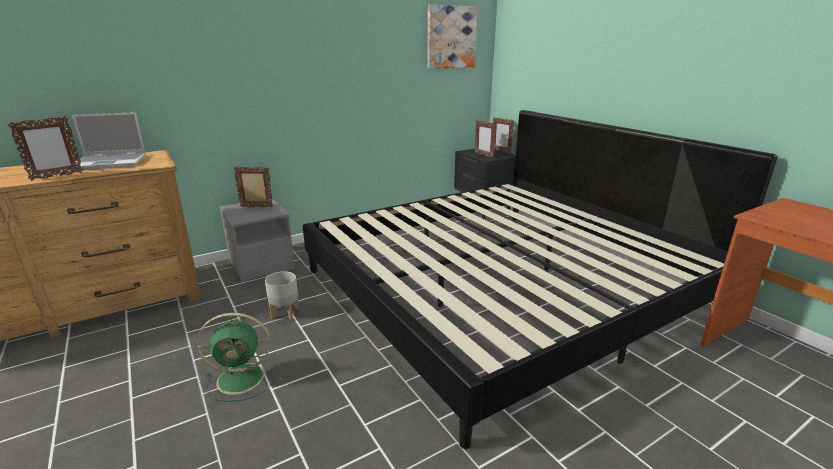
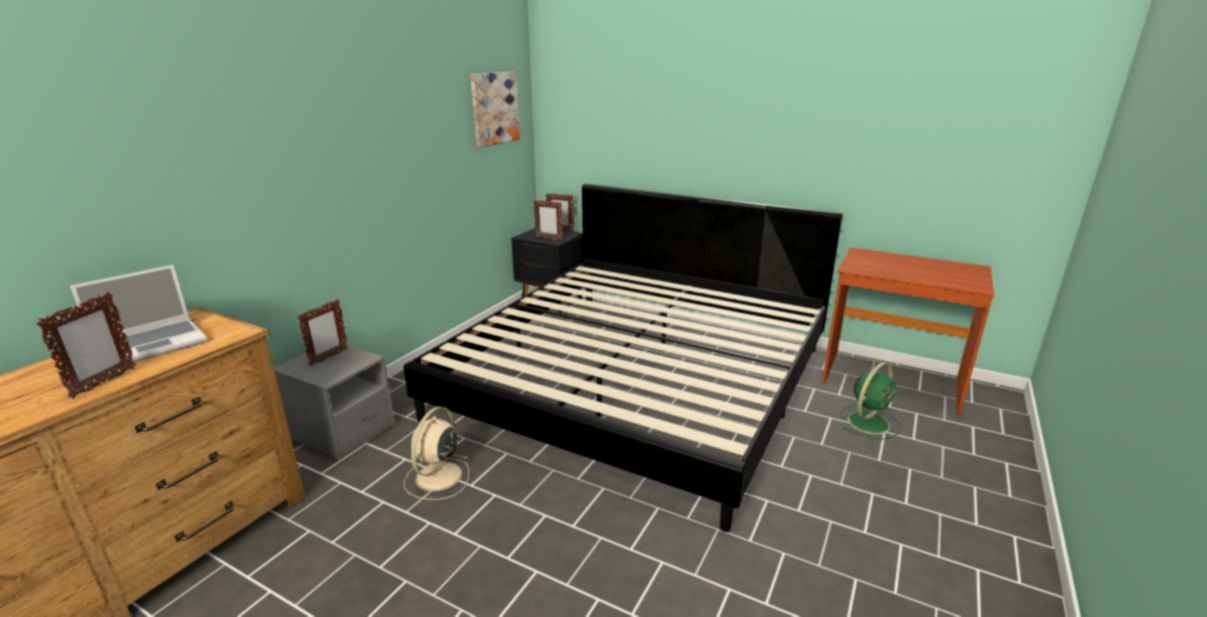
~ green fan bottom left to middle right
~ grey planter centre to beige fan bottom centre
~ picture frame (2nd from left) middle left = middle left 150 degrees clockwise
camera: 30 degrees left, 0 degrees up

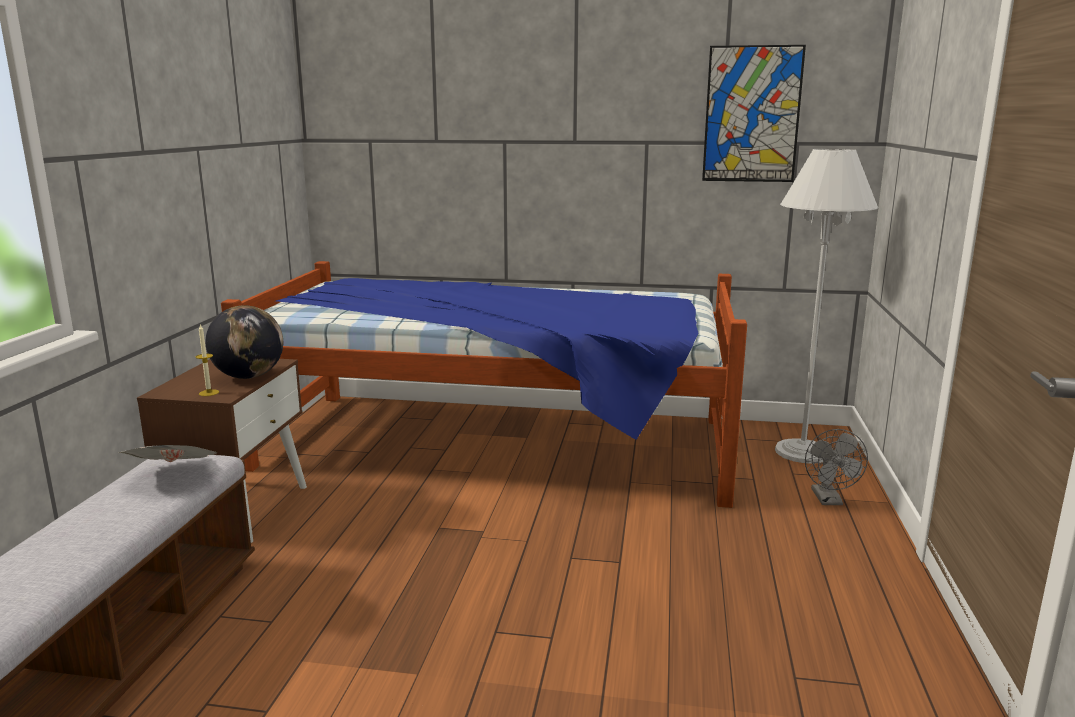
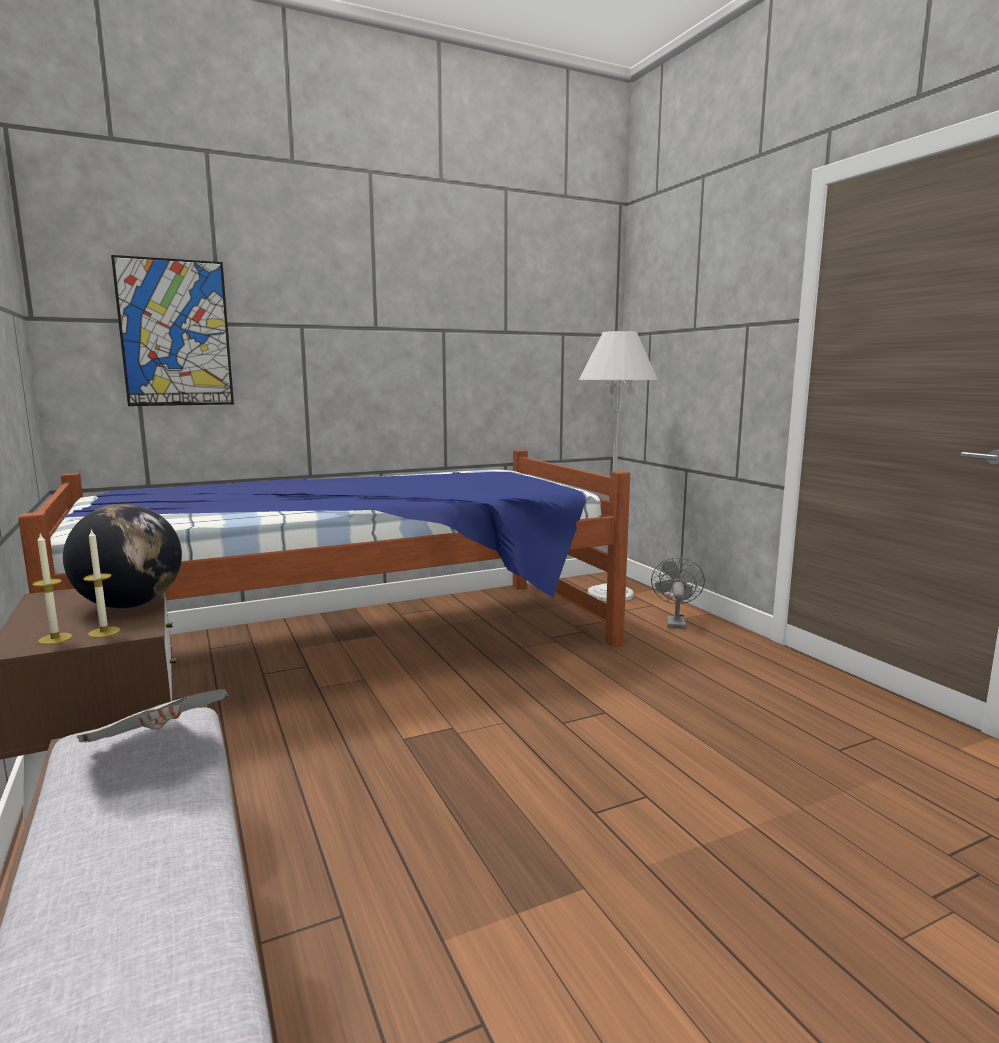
+ candle (1st from left) middle left
~ picture top right to top left
~ grey fan middle right = middle right 135 degrees counterclockwise
camera: 35 degrees left, 5 degrees down

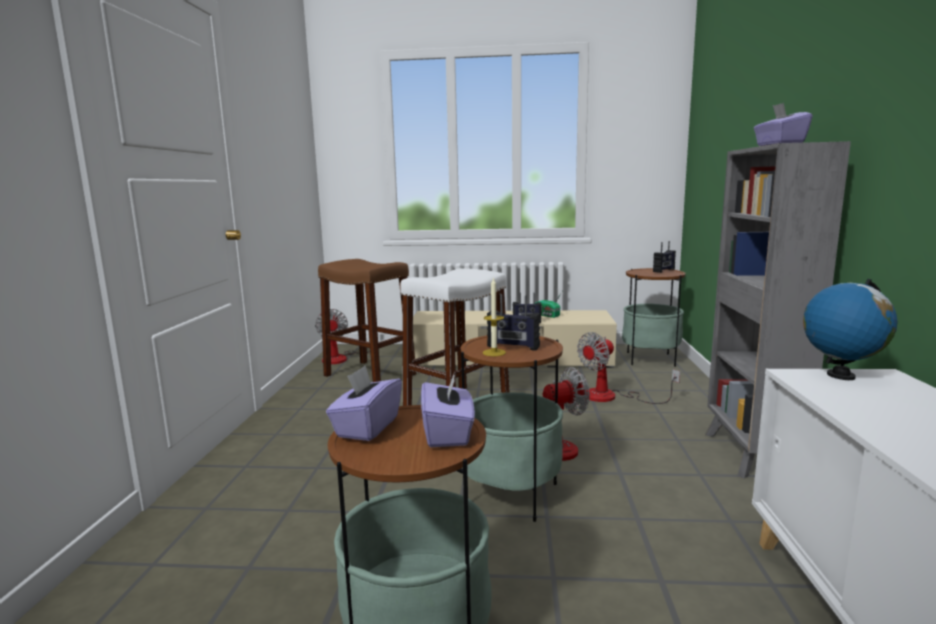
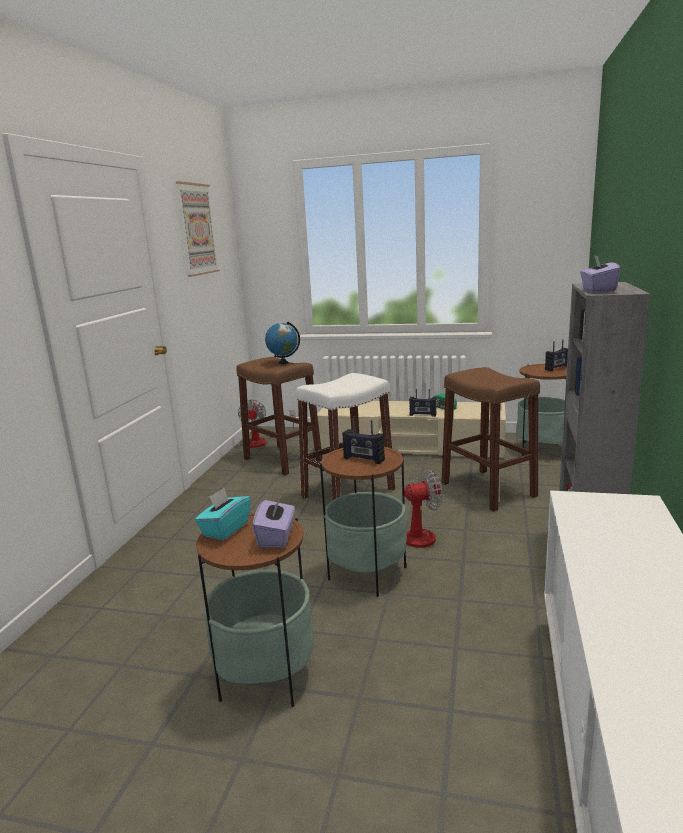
- candle centre
+ picture top left
~ globe middle right to centre
~ fan (3rd from left) middle right to brown stool (2nd from left) middle right
~ purple tissue box (1st from left) centre to turquoise tissue box middle left
camera: 10 degrees right, 5 degrees up

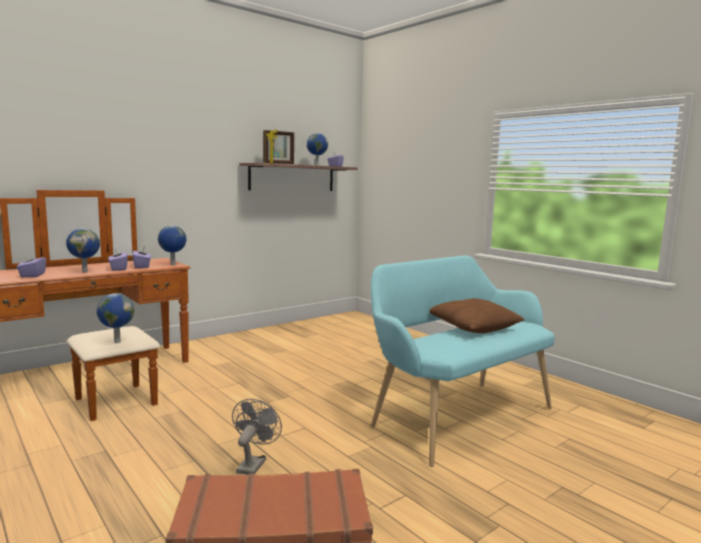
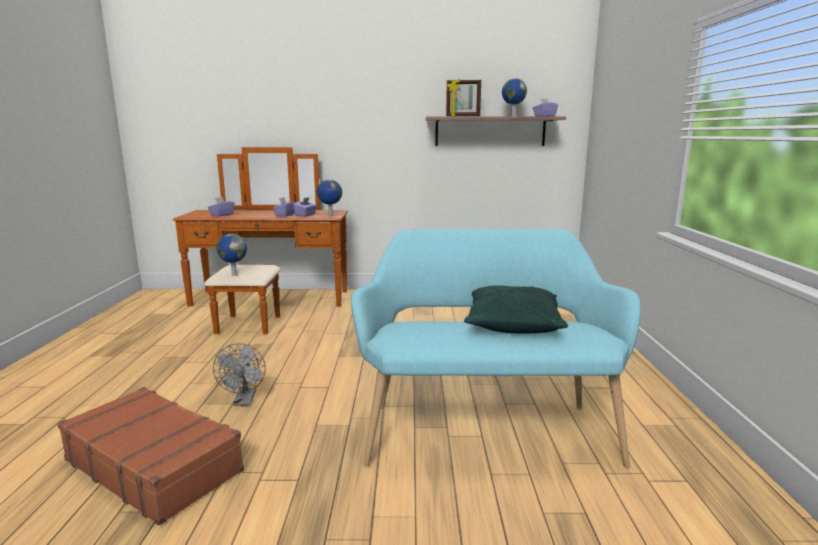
- globe (1st from left) middle left
~ brown pillow middle right to green pillow centre
~ grey fan bottom centre = bottom left 120 degrees clockwise
camera: 40 degrees right, 5 degrees up

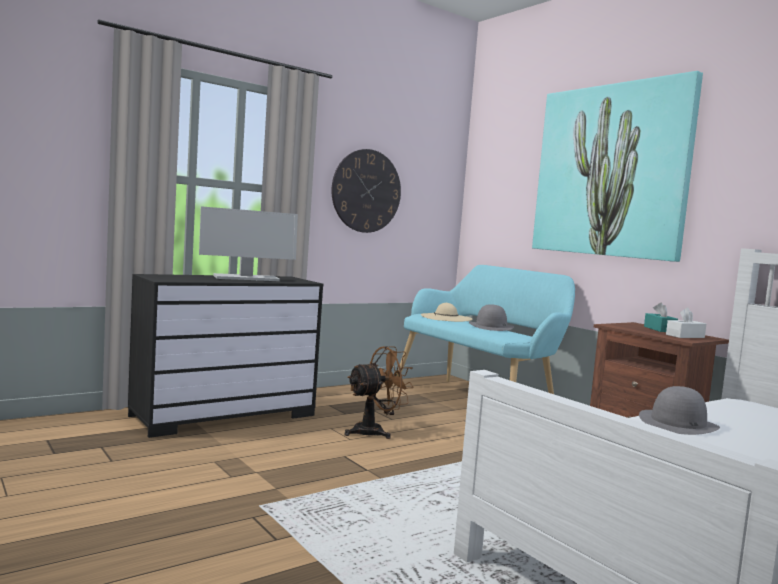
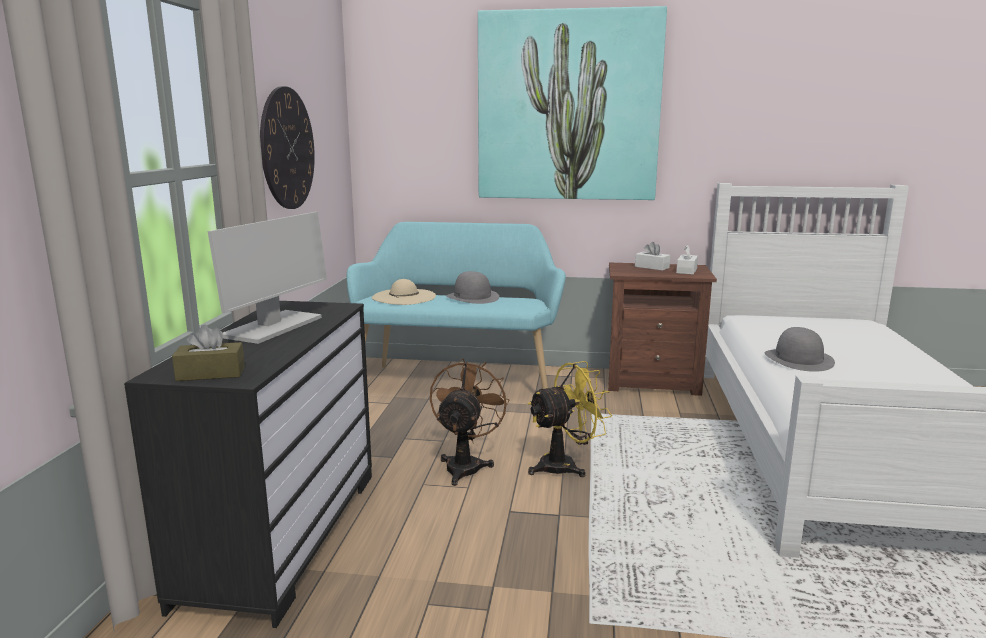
+ brown tissue box middle left
+ yellow fan centre
~ turquoise tissue box middle right to white tissue box (1st from left) centre
camera: 45 degrees left, 10 degrees up

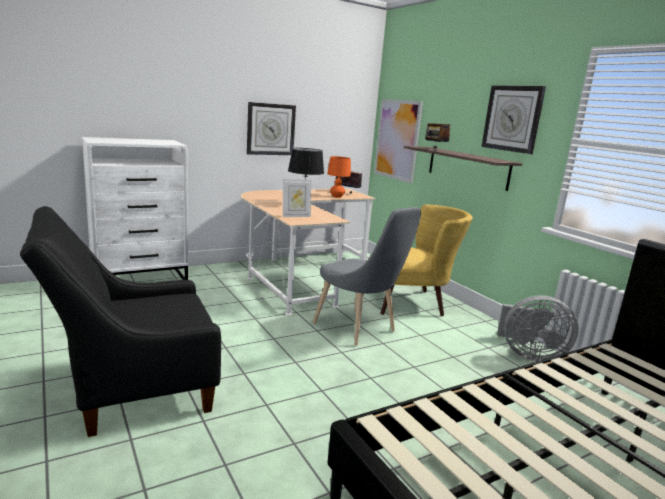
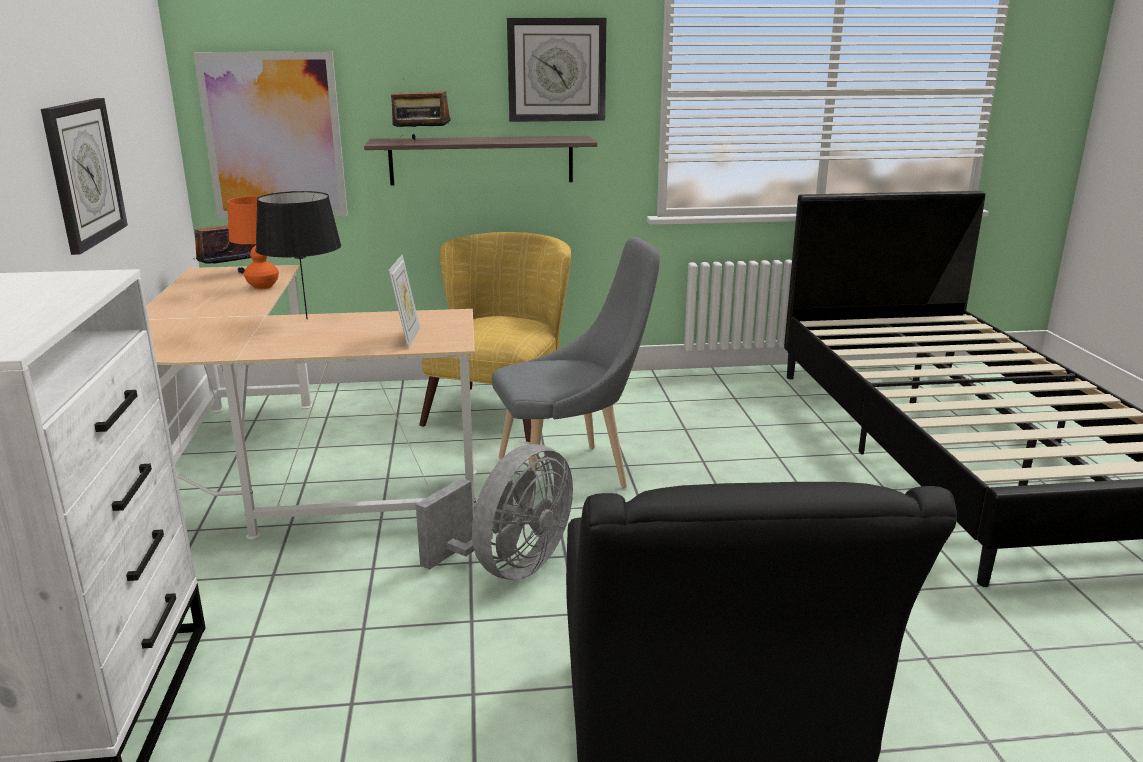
~ grey fan middle right to bottom centre
camera: 65 degrees left, 5 degrees up

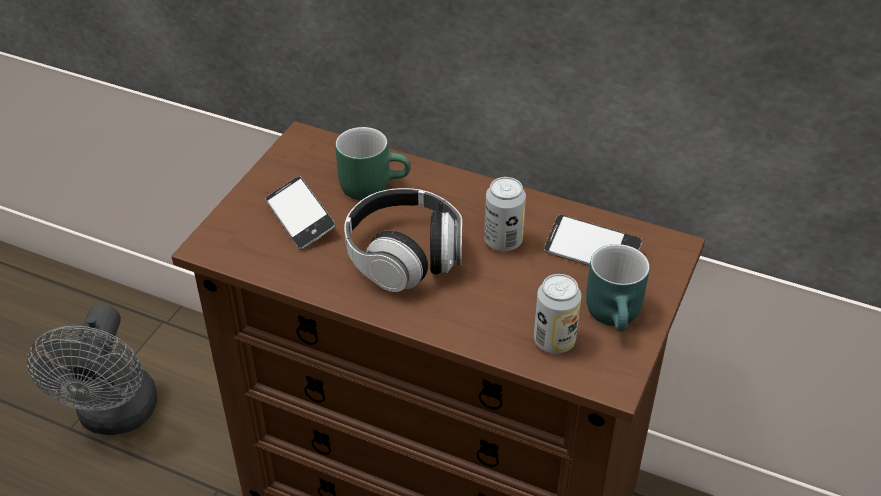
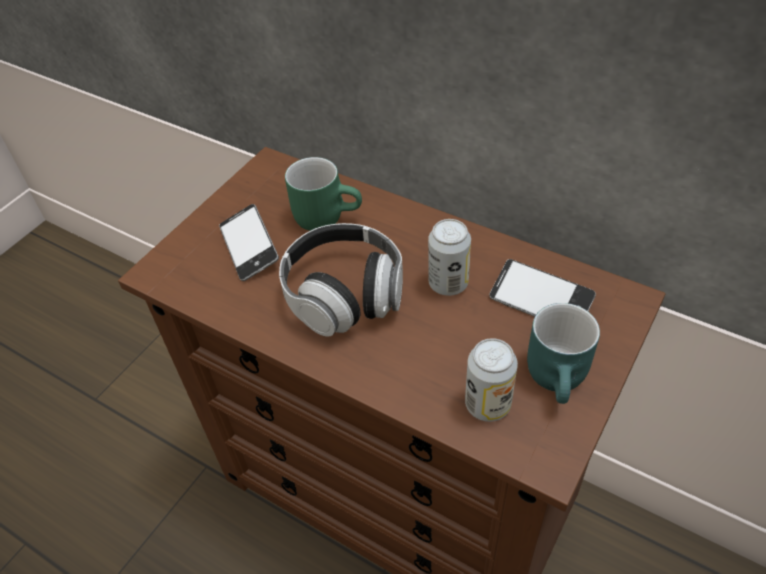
- grey fan bottom left
camera: 10 degrees right, 5 degrees up

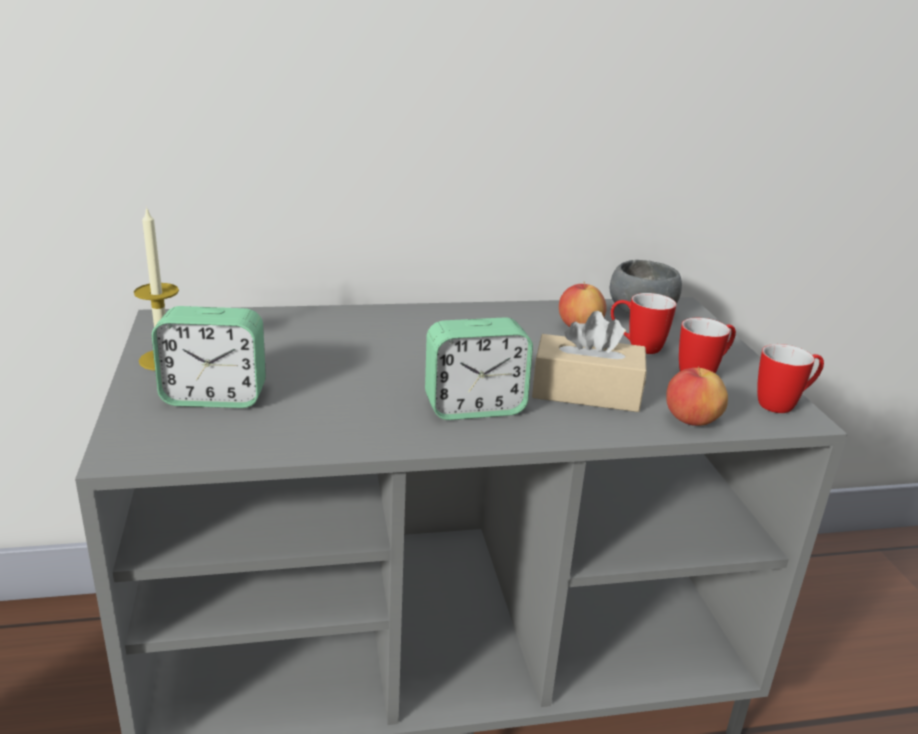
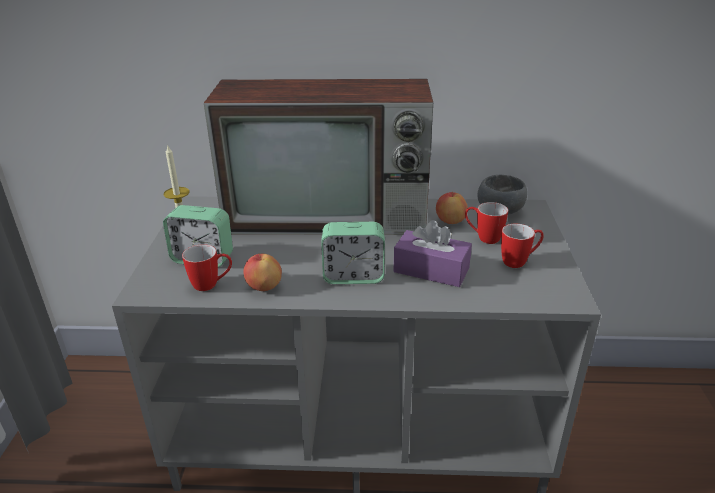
+ television top centre
~ apple (2nd from left in the first image) middle right to apple (1st from left) centre
~ mug (3rd from left in the first image) middle right to mug (1st from left) middle left
~ beige tissue box centre to purple tissue box centre
camera: 15 degrees right, 5 degrees up

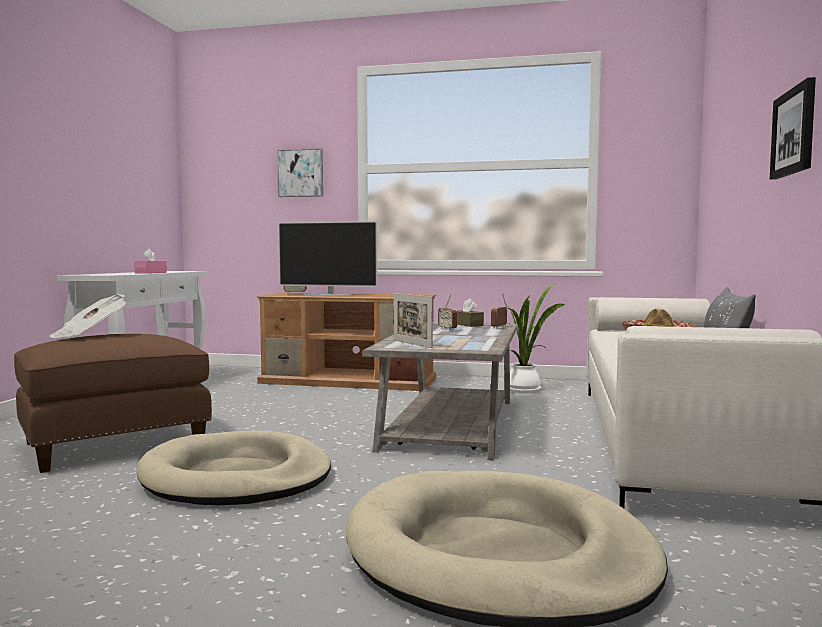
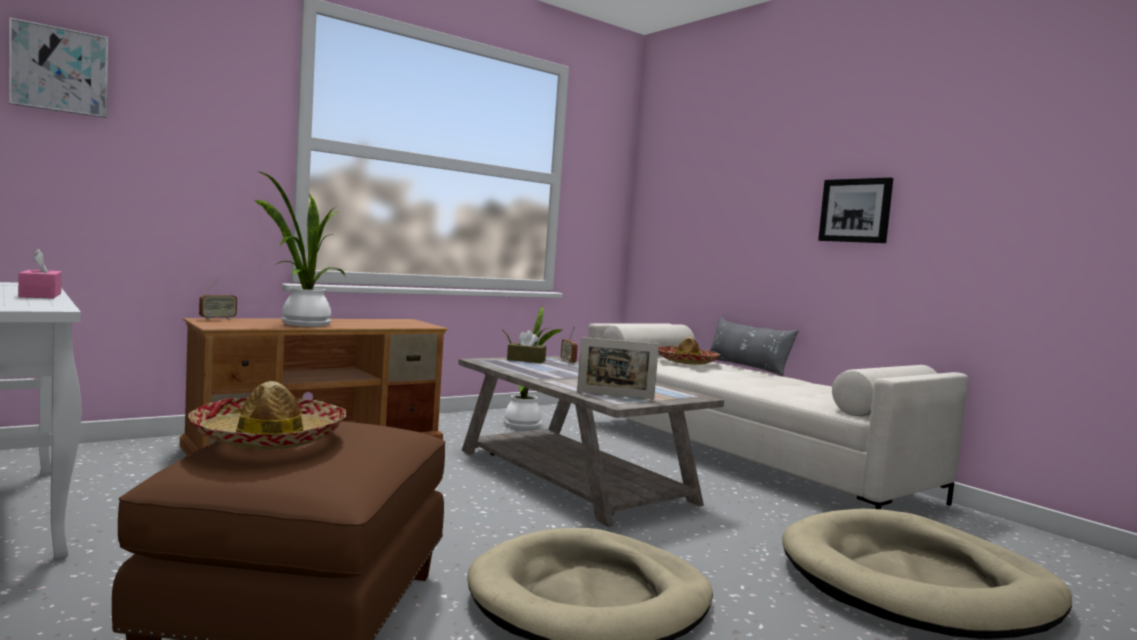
- radio (2nd from left) centre
~ picture (1st from left) top centre to top left
~ newspaper middle left to hat (1st from left) middle left
~ television centre to potted plant (1st from left) middle left
camera: 50 degrees left, 0 degrees up

